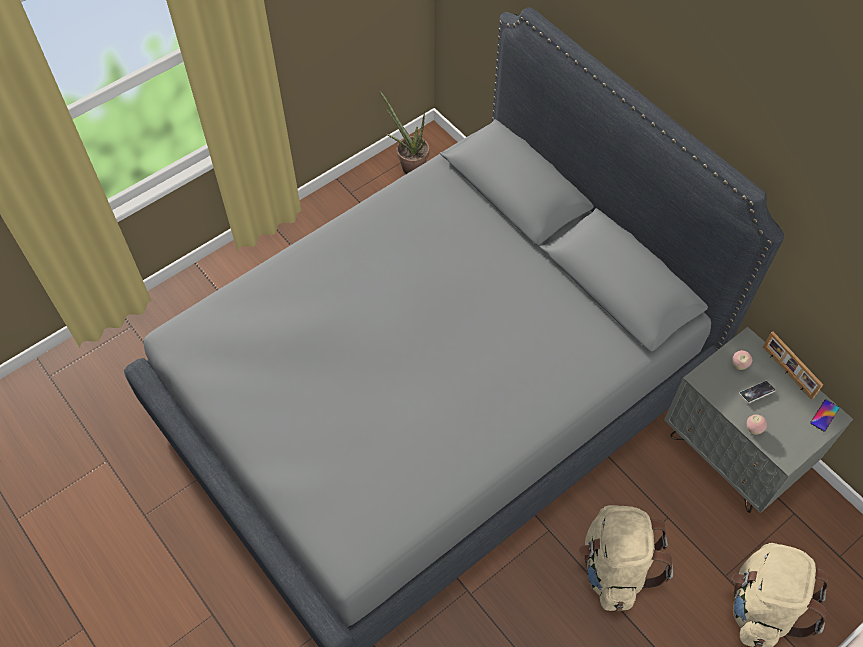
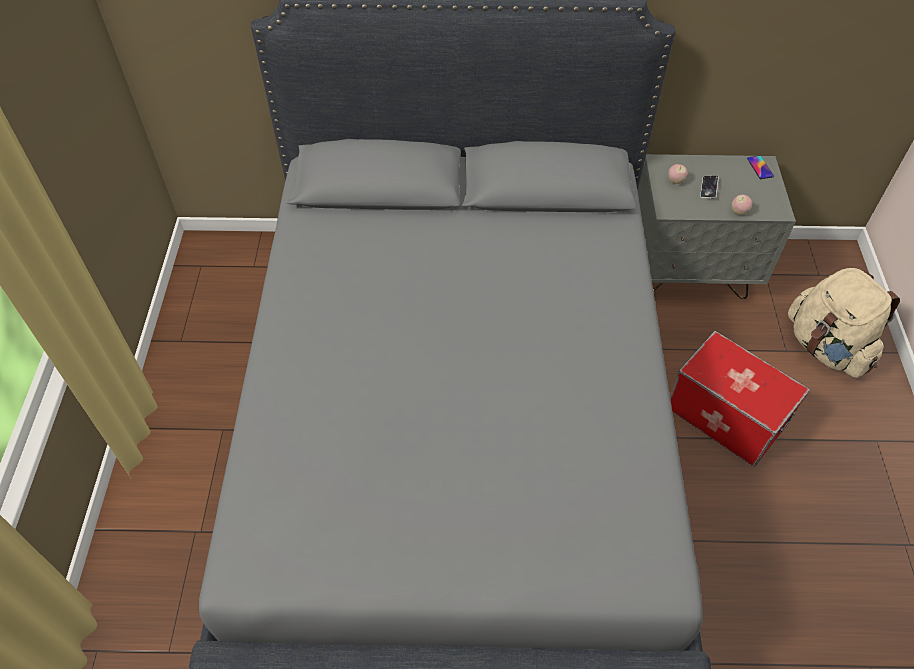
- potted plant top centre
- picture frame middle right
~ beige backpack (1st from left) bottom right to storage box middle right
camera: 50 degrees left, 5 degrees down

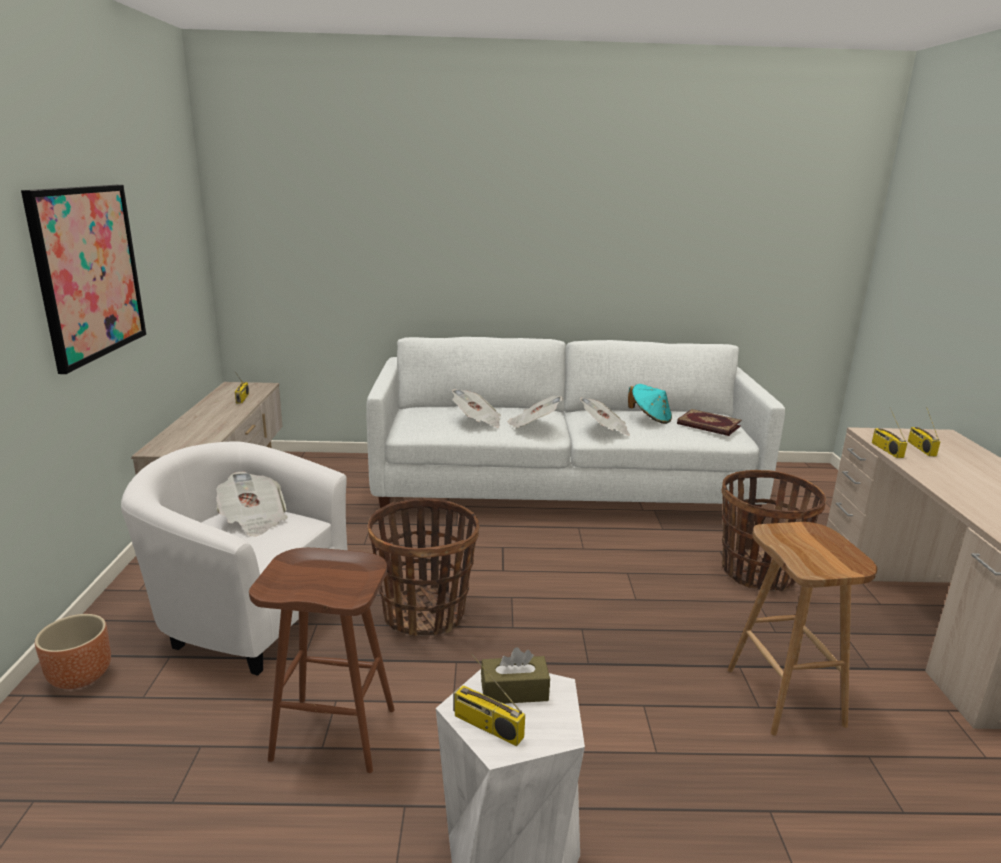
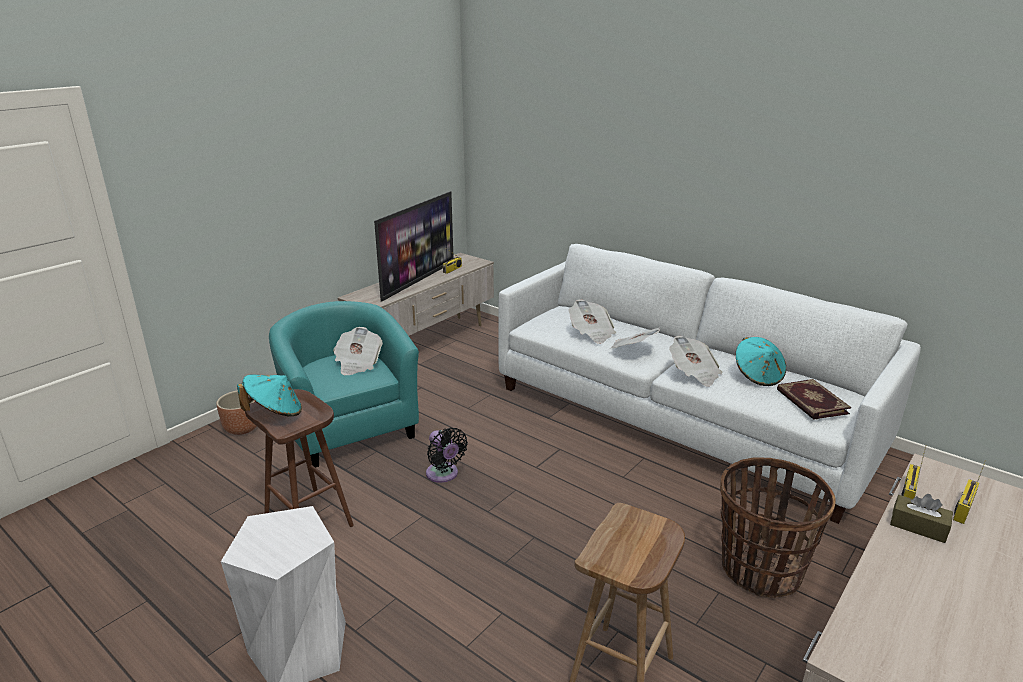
- picture top left
- radio (2nd from left) bottom centre
+ turquoise hat (1st from left) middle left
+ television centre
~ brown tissue box bottom centre to bottom right
~ basket (1st from left) centre to black fan bottom centre
~ white armchair middle left to turquoise armchair centre
camera: 40 degrees right, 5 degrees up

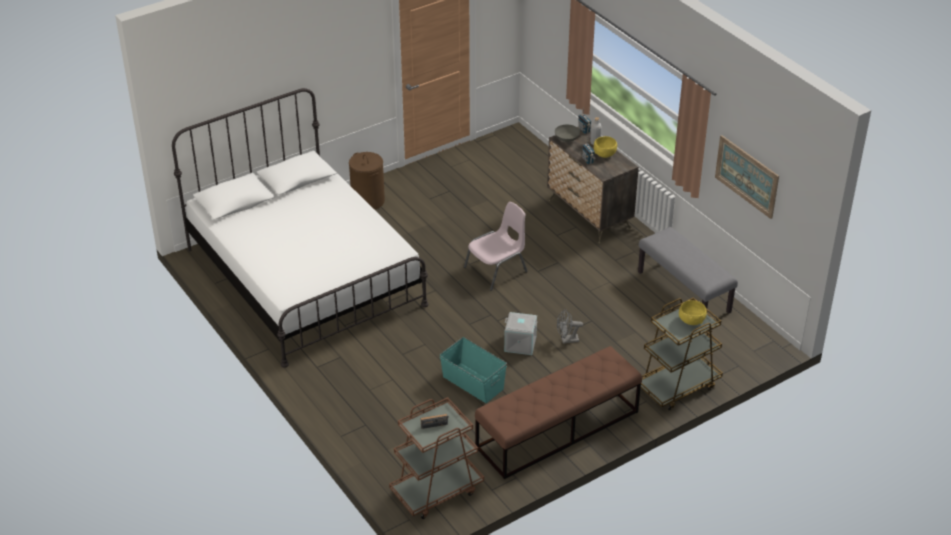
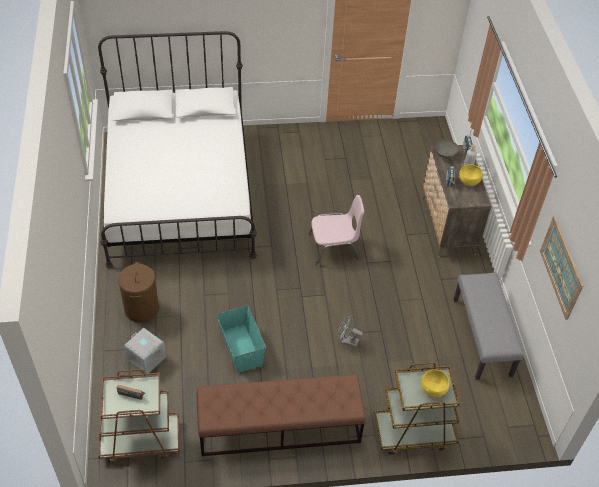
~ brown laundry basket centre to middle left
~ grey storage box centre to bottom left
camera: 25 degrees right, 10 degrees up

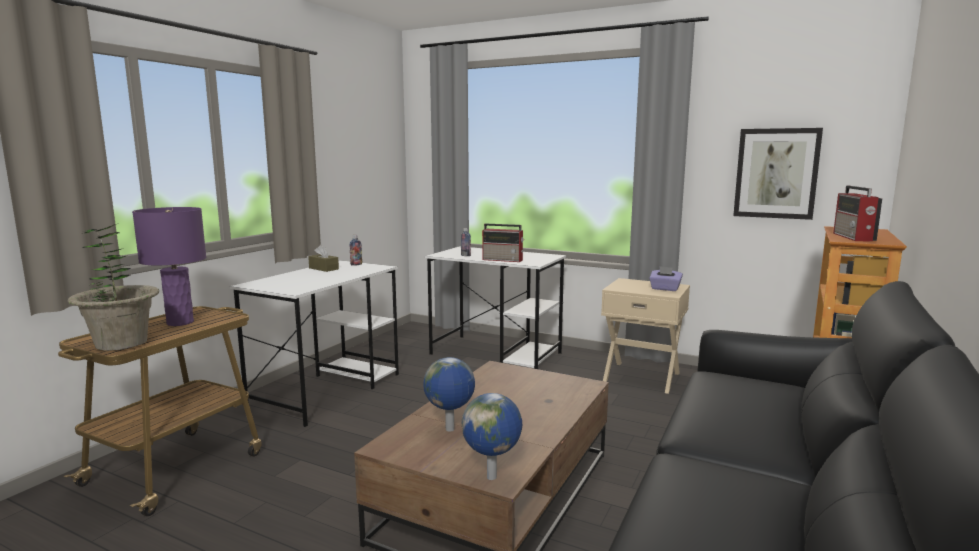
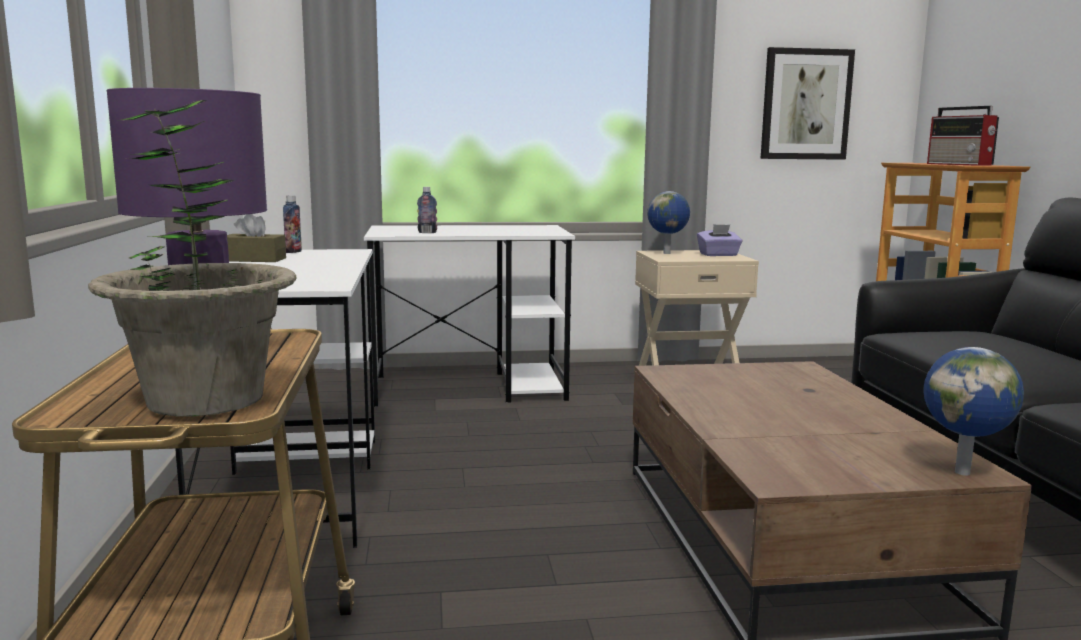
- radio (1st from left) centre
~ globe (1st from left) bottom centre to centre
camera: 35 degrees left, 0 degrees up

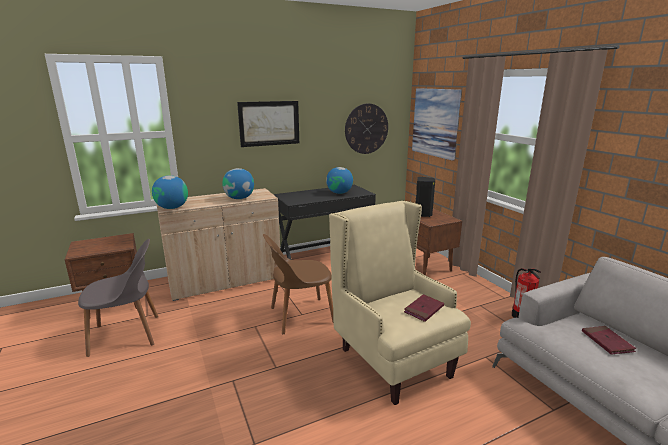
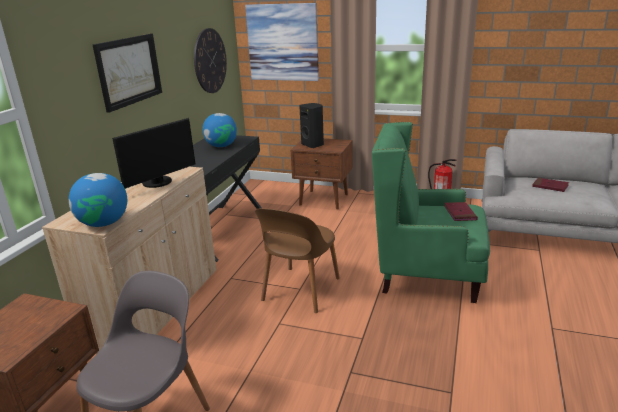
~ globe (2nd from left) centre to monitor middle left
~ beige armchair bottom centre to green armchair middle right
camera: 45 degrees left, 5 degrees up

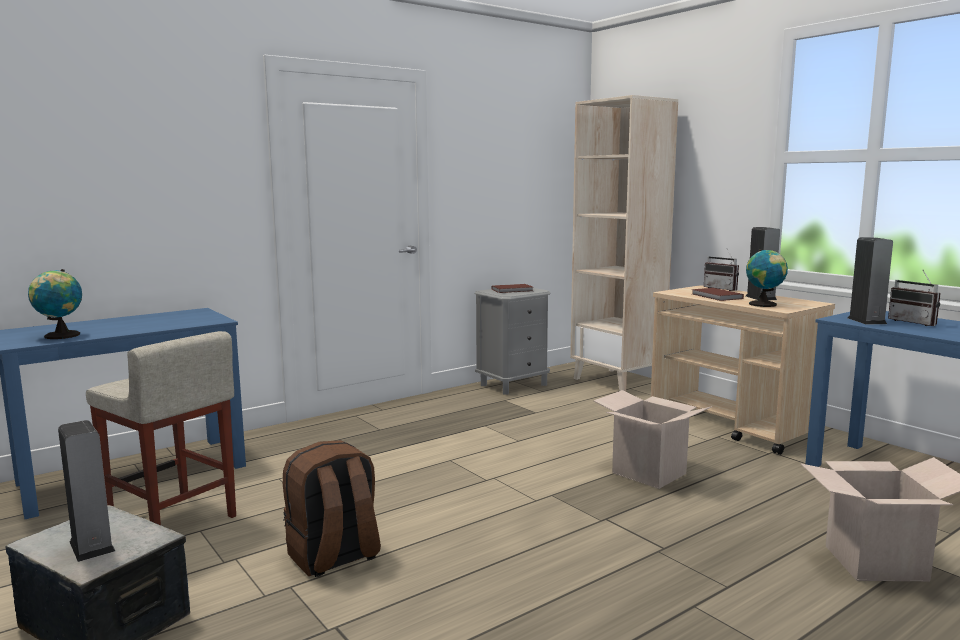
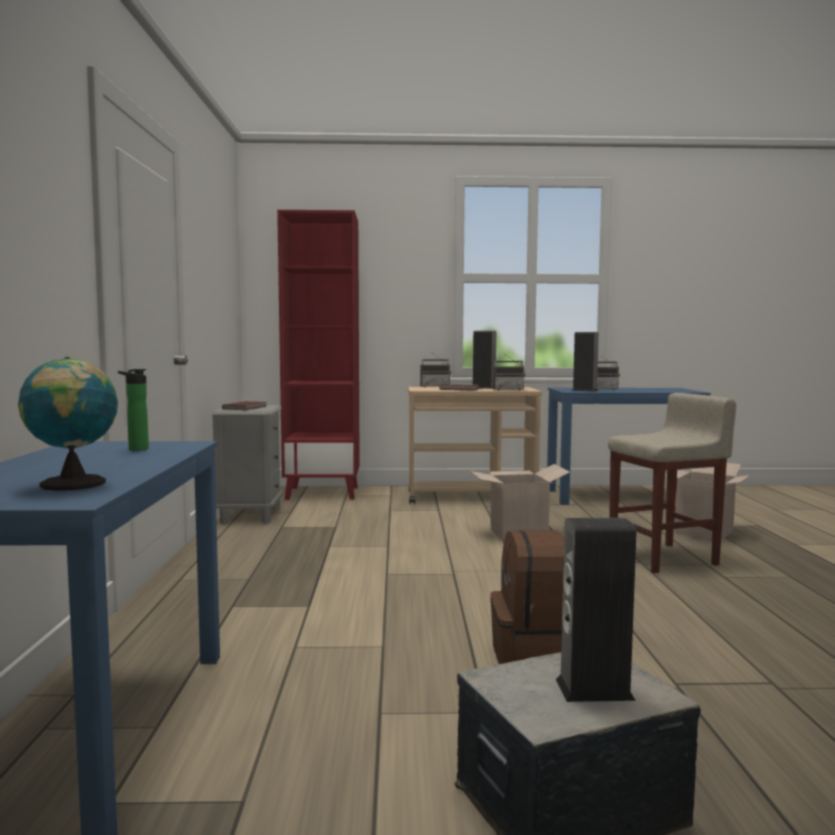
+ bottle middle left
~ beige stool bottom left to middle right
~ globe (2nd from left) middle right to radio (2nd from left) centre
~ beige bookcase centre to red bookcase centre
camera: 55 degrees left, 5 degrees down

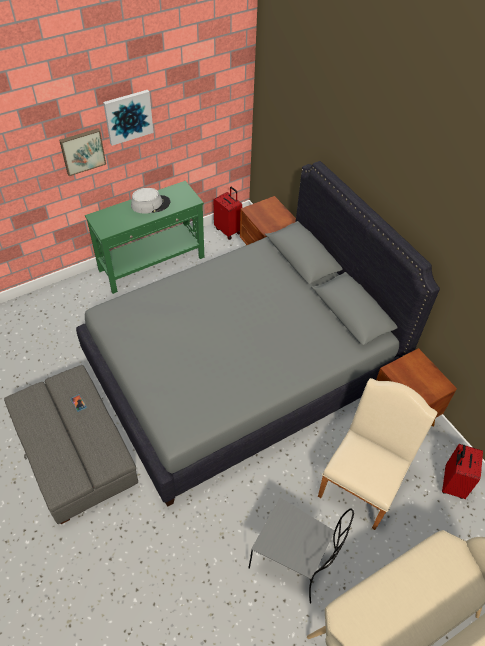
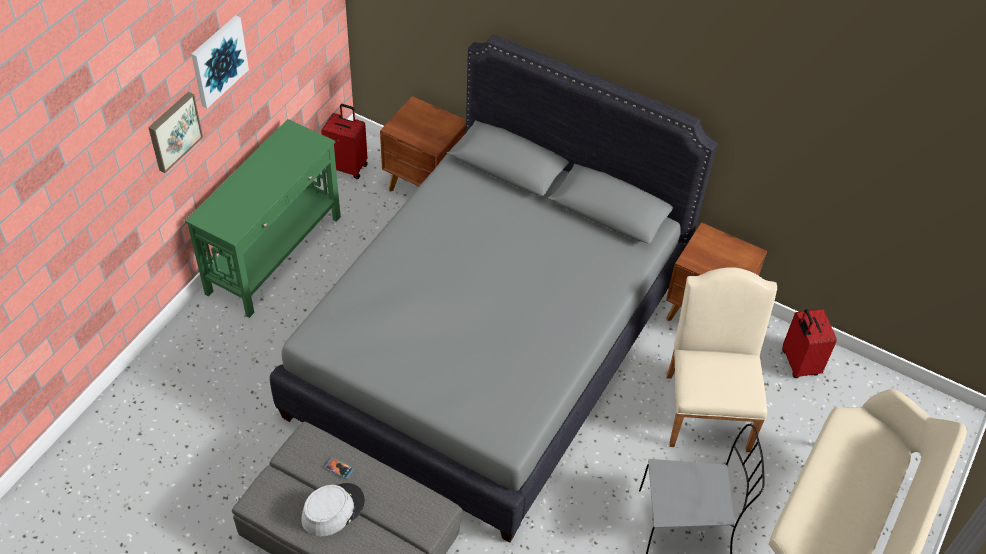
~ grey hat top left to bottom centre
camera: 30 degrees left, 0 degrees up

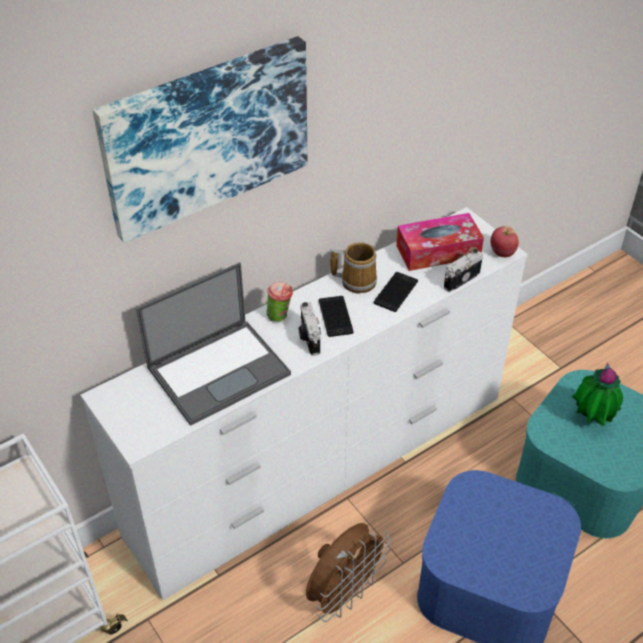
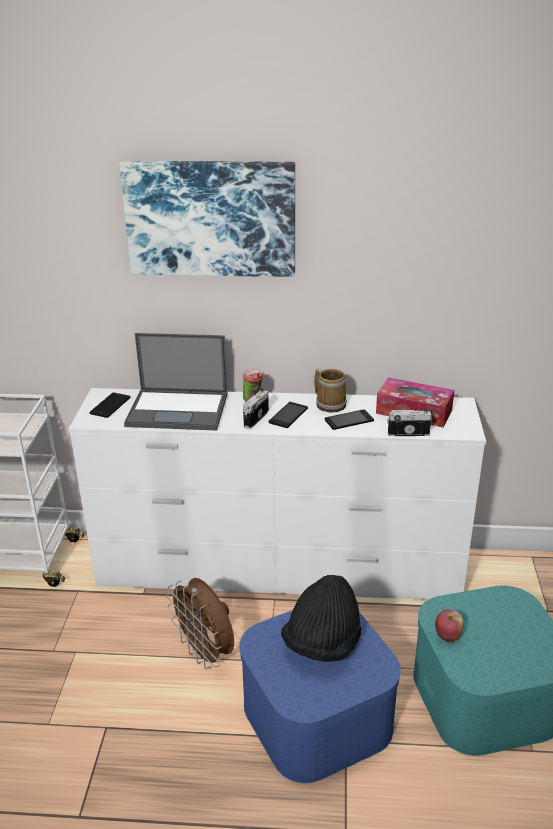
- potted plant middle right
+ phone (1st from left) middle left
+ black hat bottom centre
~ apple middle right to bottom right
~ brown fan bottom centre = bottom centre 60 degrees clockwise
camera: 40 degrees right, 15 degrees down

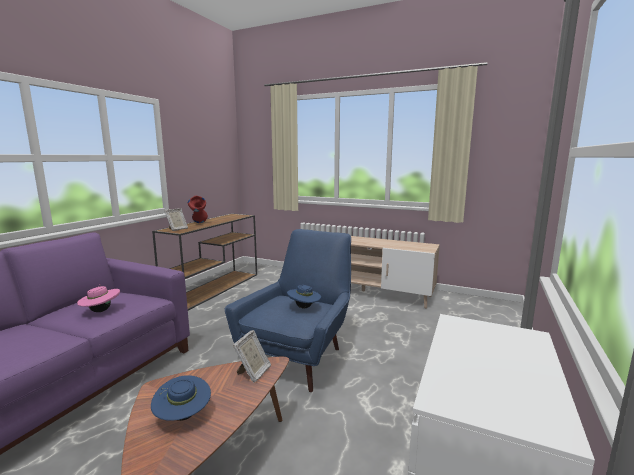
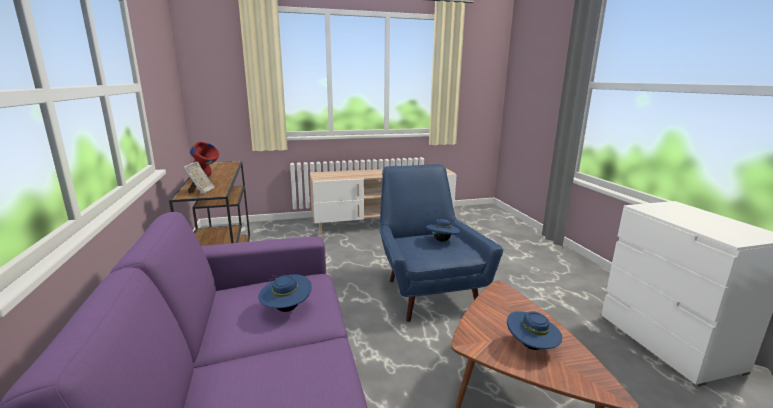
- picture frame (2nd from left) bottom centre
~ pink hat middle left to blue hat (1st from left) bottom centre
camera: 40 degrees left, 5 degrees up

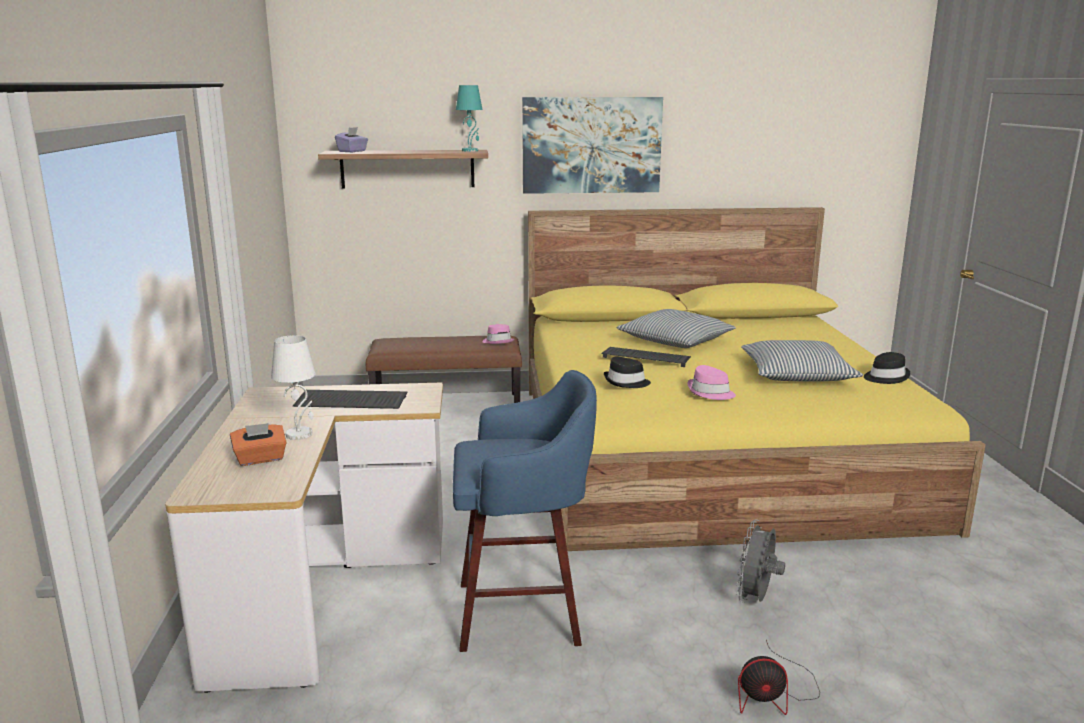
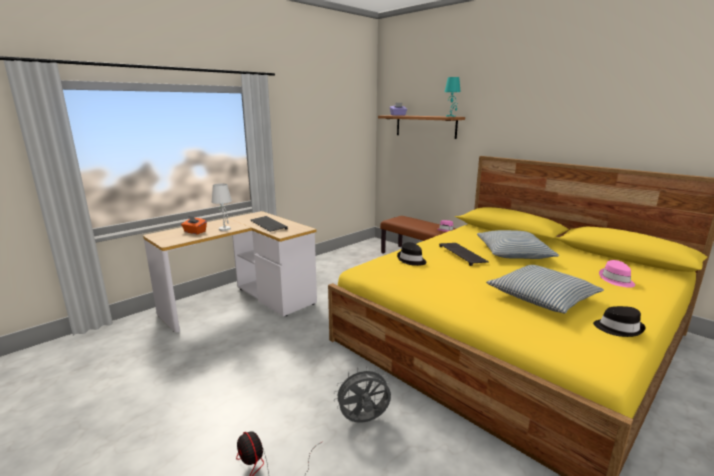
- blue stool bottom centre
- picture top centre
~ pink hat (2nd from left) centre to middle right
camera: 50 degrees right, 0 degrees up

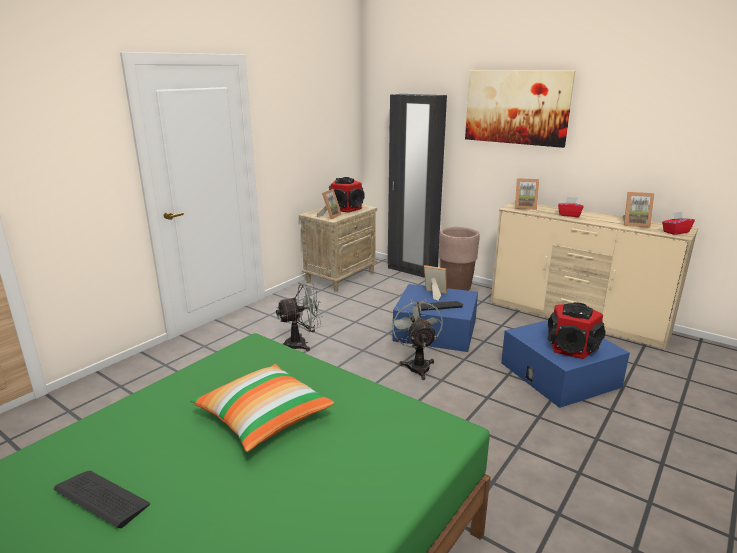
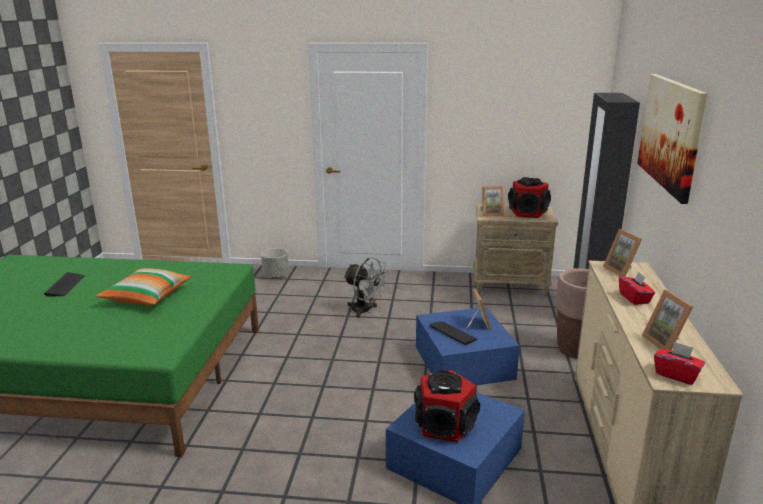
- grey fan (2nd from left) centre
+ grey planter centre
camera: 60 degrees right, 0 degrees up

